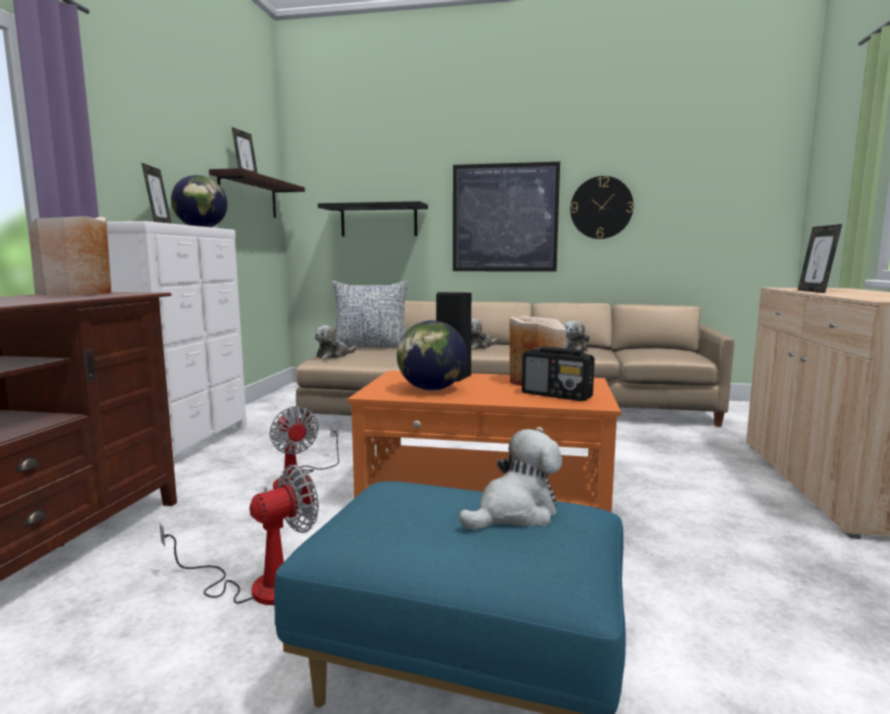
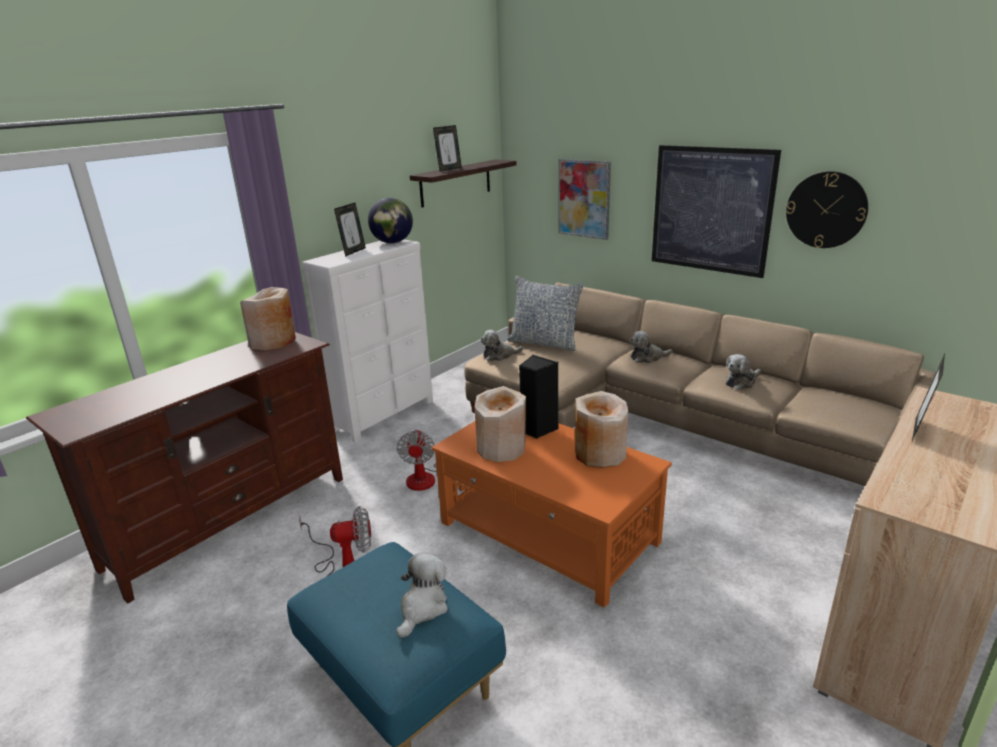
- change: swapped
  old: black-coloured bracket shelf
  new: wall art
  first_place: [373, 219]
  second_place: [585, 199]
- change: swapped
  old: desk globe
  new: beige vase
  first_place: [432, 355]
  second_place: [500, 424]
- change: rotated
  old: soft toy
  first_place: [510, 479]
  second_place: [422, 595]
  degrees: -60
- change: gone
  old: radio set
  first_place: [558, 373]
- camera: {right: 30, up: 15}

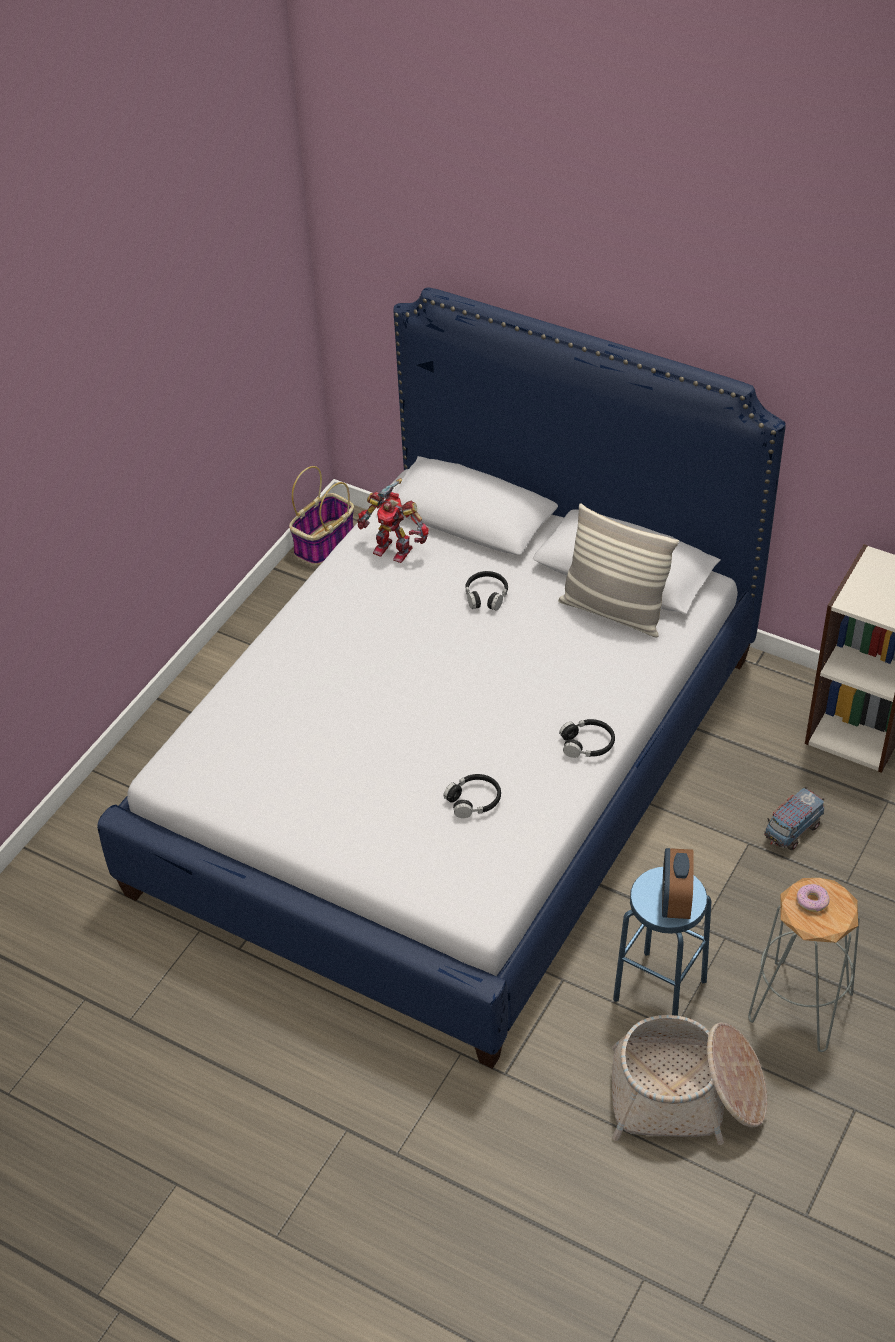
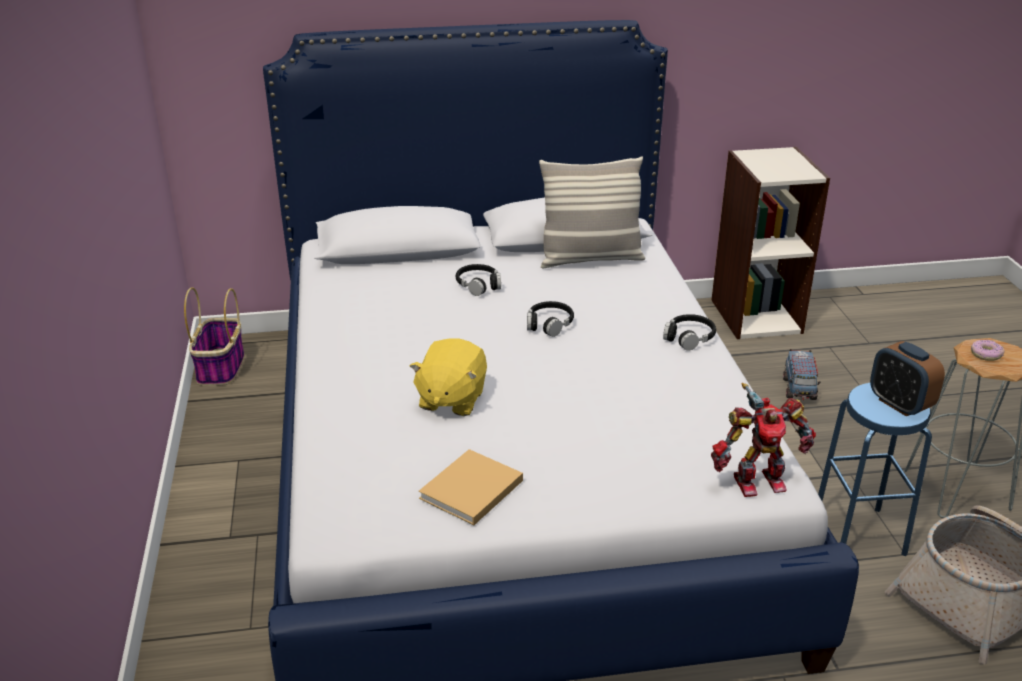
- change: shifted
  old: toy robot
  first_place: [393, 520]
  second_place: [763, 440]
- change: shifted
  old: black-coloured headset
  first_place: [472, 796]
  second_place: [550, 319]
- change: new
  new: yellowish soft toy
  second_place: [448, 377]
- change: new
  new: beige volume
  second_place: [471, 487]
- camera: {right: -40, up: -15}

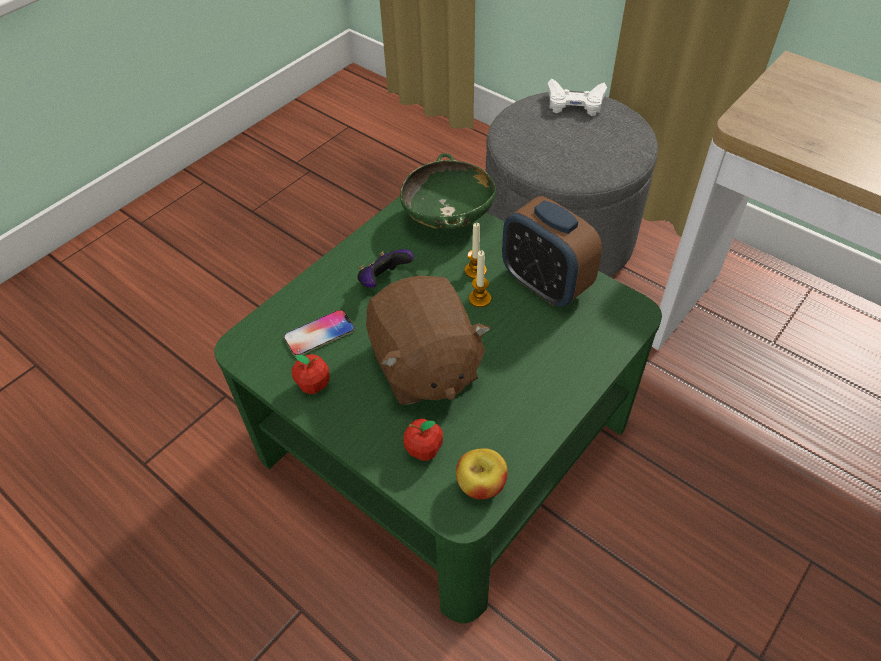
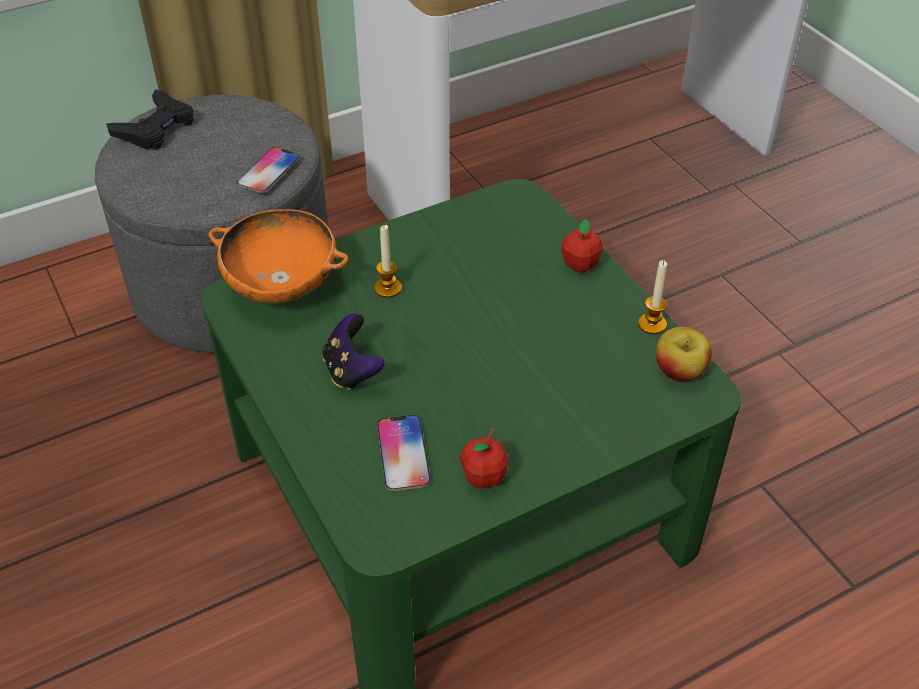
- change: gone
  old: brown-coloured soft toy
  first_place: [428, 340]
- change: repainted
  old: green-coloured serving bowl
  new: orangey serving bowl
  first_place: [448, 191]
  second_place: [278, 256]
- change: shifted
  old: whole apple
  first_place: [423, 440]
  second_place: [582, 246]
- change: shifted
  old: candle
  first_place: [480, 279]
  second_place: [652, 297]
- change: gone
  old: bedside clock
  first_place: [552, 251]
- change: repainted
  old: white joypad
  new: black-coloured joypad
  first_place: [577, 97]
  second_place: [149, 119]
- change: new
  new: telephone
  second_place: [268, 170]
- camera: {right: -70, up: -5}

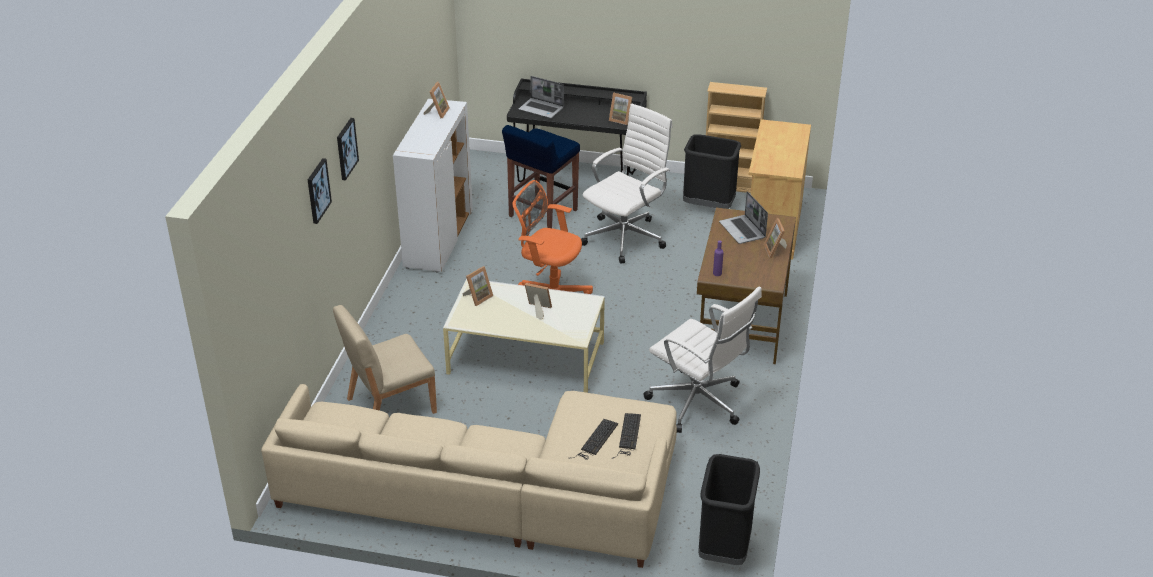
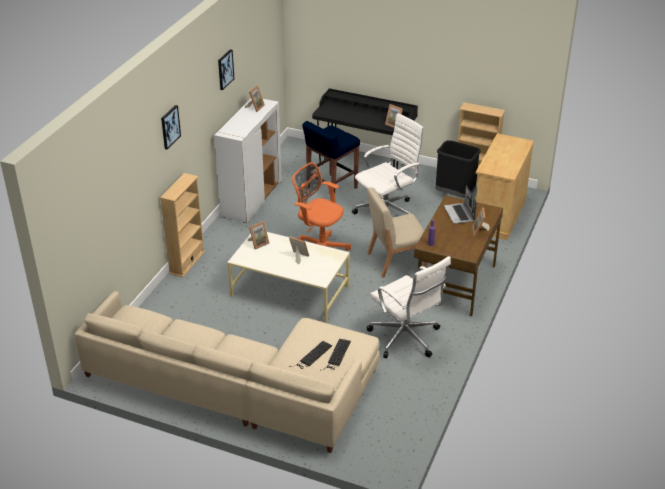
- change: shifted
  old: wall art
  first_place: [320, 191]
  second_place: [226, 69]
- change: shifted
  old: beige plain chair
  first_place: [385, 359]
  second_place: [397, 233]
- change: gone
  old: portable computer
  first_place: [541, 97]
- change: gone
  old: black-coloured rubbish bin
  first_place: [729, 509]
- change: new
  new: beige bookcase
  second_place: [182, 225]
- camera: {right: 10, up: 0}

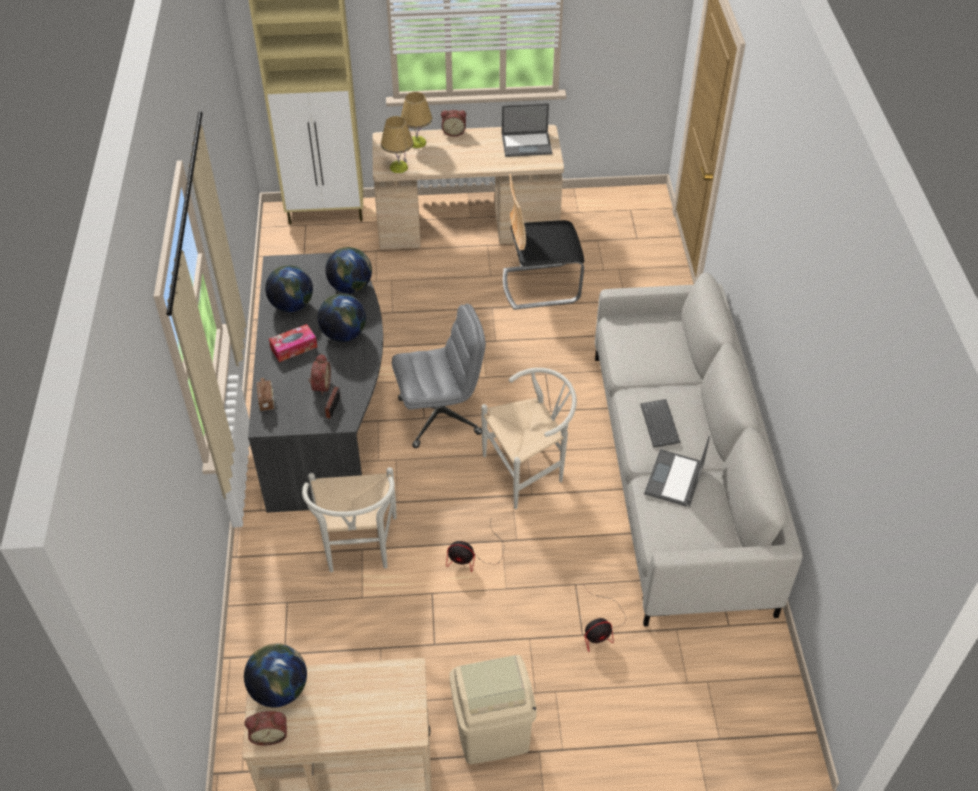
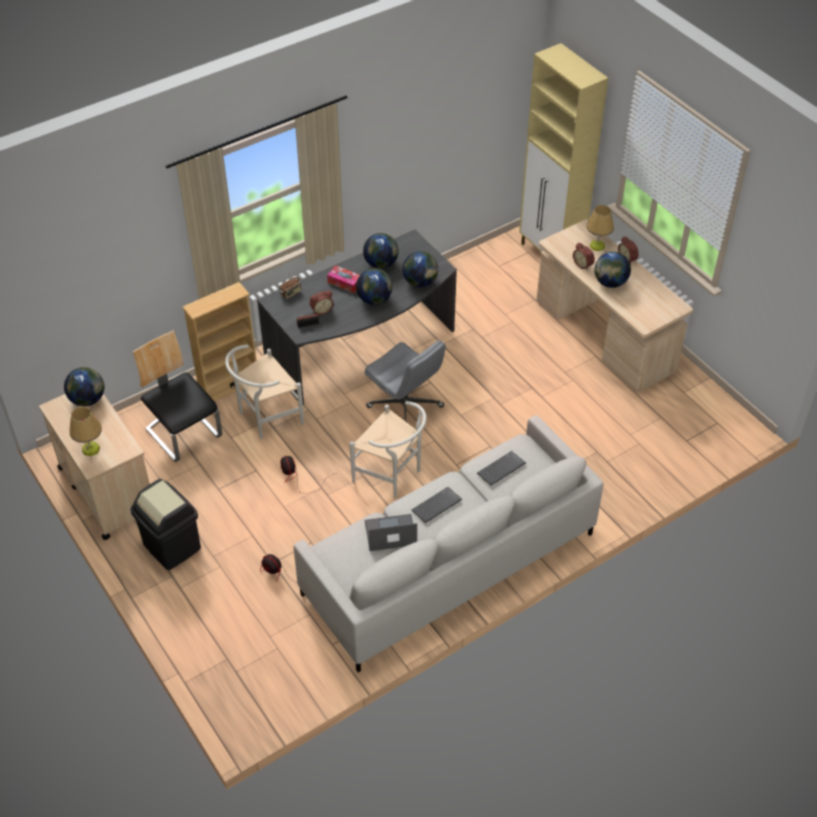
- change: shifted
  old: bedside clock
  first_place: [266, 728]
  second_place: [584, 256]
- change: shifted
  old: table lamp
  first_place: [397, 144]
  second_place: [85, 431]
- change: repainted
  old: beige rubbish bin
  new: black-coloured rubbish bin
  first_place: [493, 709]
  second_place: [165, 524]
- change: gone
  old: portable computer
  first_place: [527, 130]
- change: shifted
  old: plain chair
  first_place: [543, 242]
  second_place: [177, 396]
- change: new
  new: beige bookcase
  second_place: [219, 342]
- change: new
  new: keyboard
  second_place: [501, 468]
- change: new
  new: desk globe
  second_place: [613, 270]
- camera: {right: 60, up: 0}

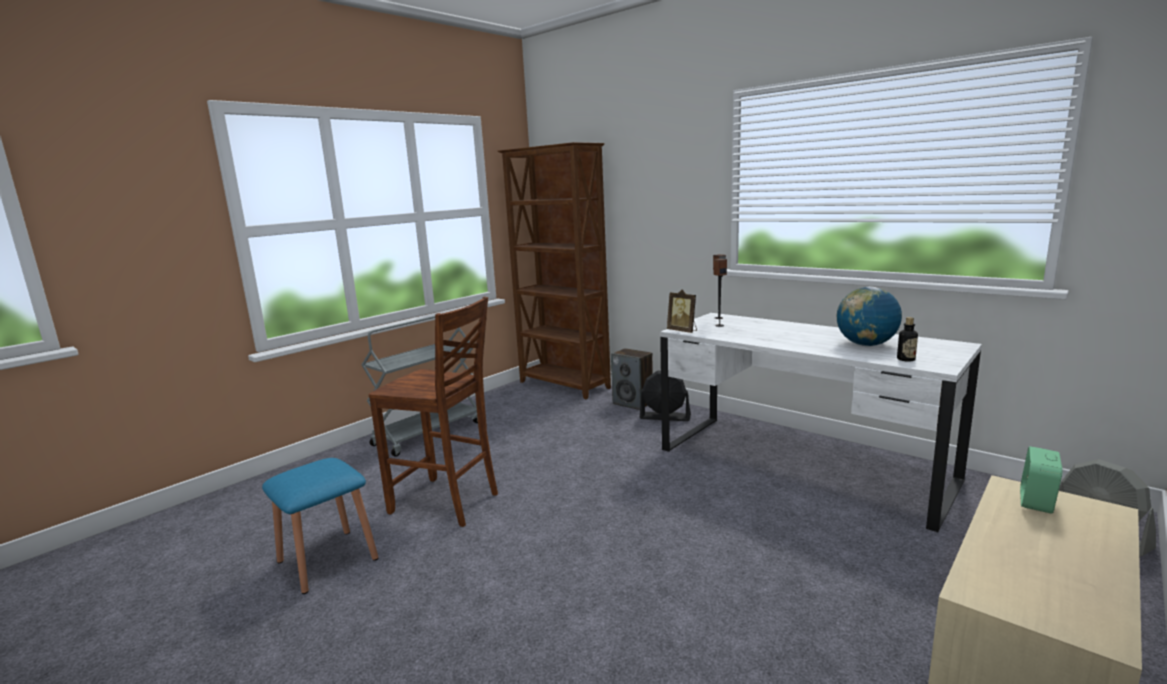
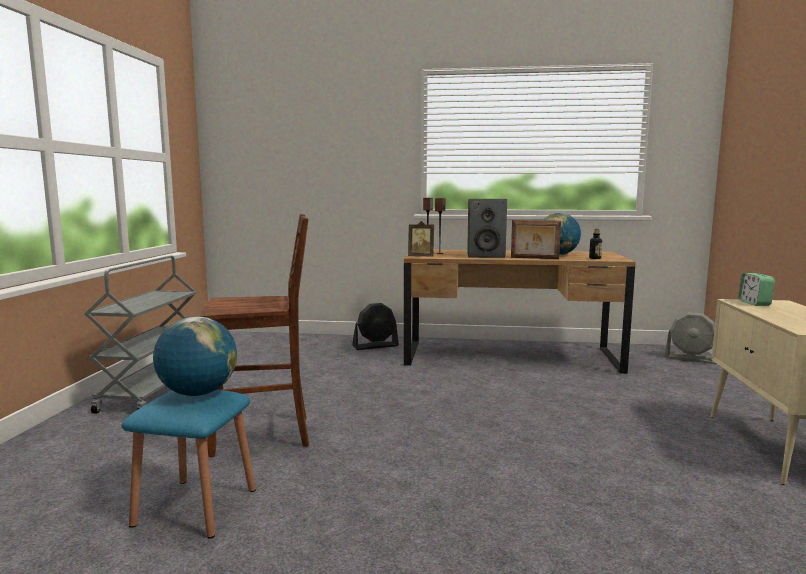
- change: gone
  old: brown-coloured bookcase
  first_place: [554, 270]
- change: shifted
  old: speaker
  first_place: [632, 379]
  second_place: [487, 228]
- change: repainted
  old: white desk table
  new: brown-coloured desk table
  first_place: [821, 422]
  second_place: [520, 312]
- change: new
  new: desk globe
  second_place: [195, 356]
- change: new
  new: standing frame
  second_place: [536, 239]
- camera: {right: -35, up: -5}

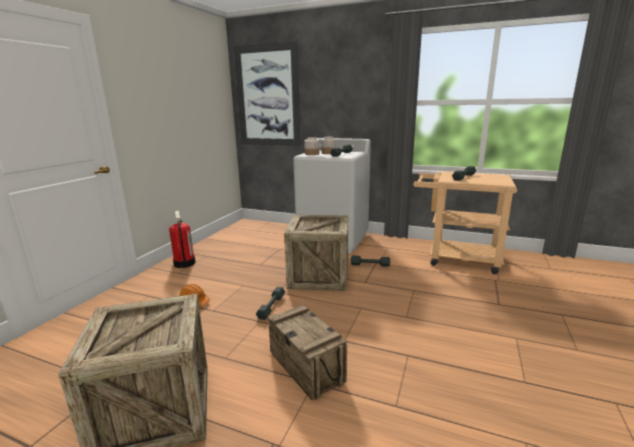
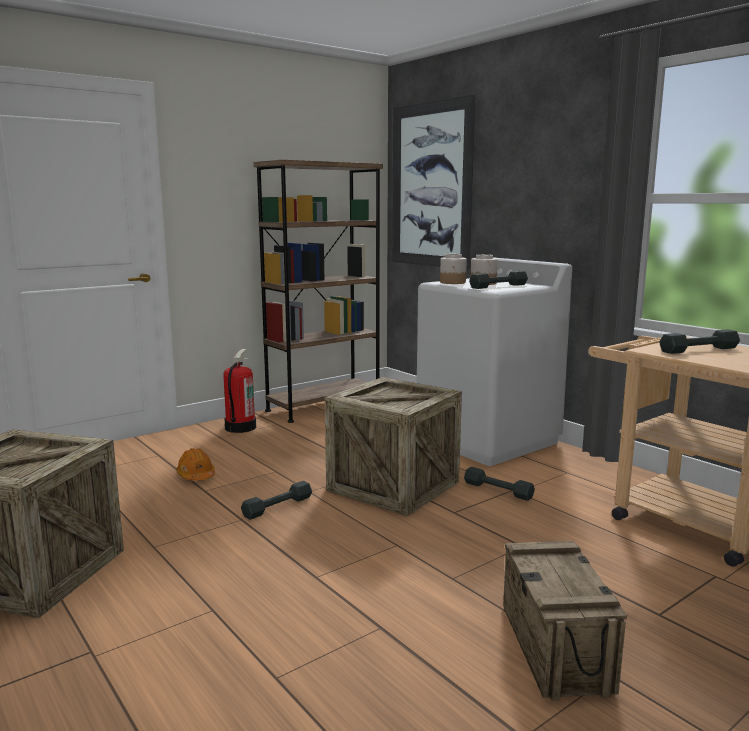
- change: shifted
  old: packing crate
  first_place: [307, 352]
  second_place: [565, 621]
- change: new
  new: brown-coloured bookcase
  second_place: [318, 291]
- camera: {right: 30, up: -5}

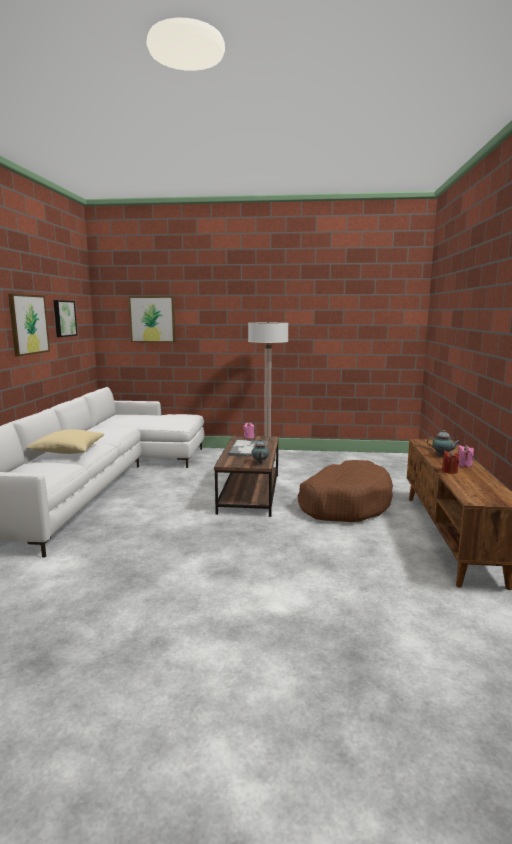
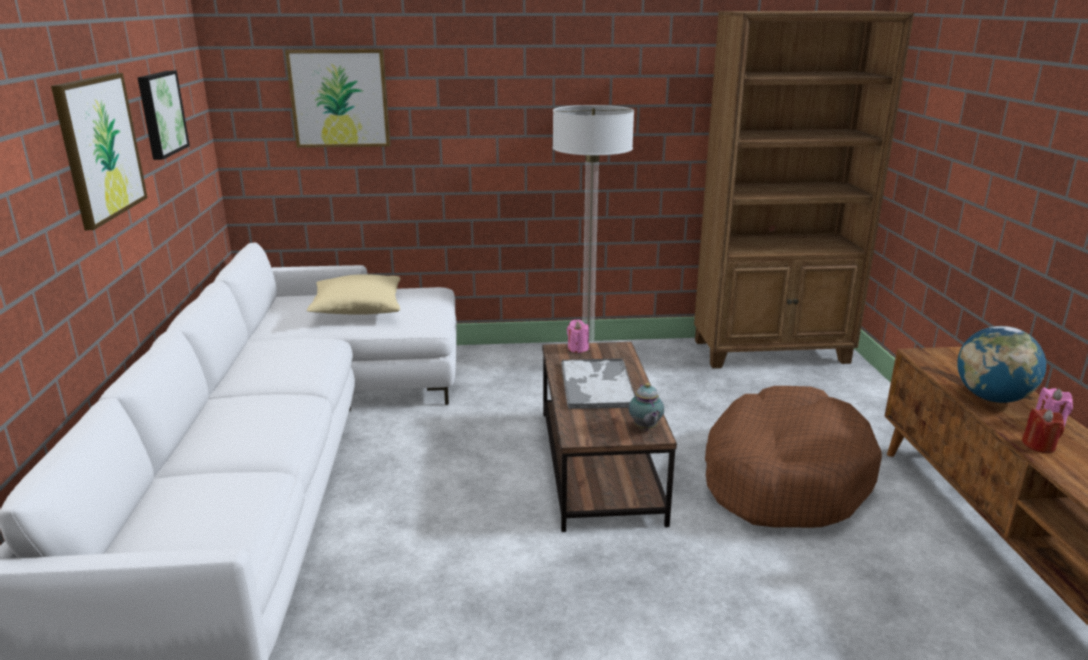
- change: shifted
  old: beige throw pillow
  first_place: [65, 441]
  second_place: [353, 294]
- change: swapped
  old: teapot
  new: desk globe
  first_place: [444, 443]
  second_place: [1001, 364]
- change: new
  new: brown-coloured bookcase
  second_place: [804, 189]
- camera: {right: -10, up: 10}

